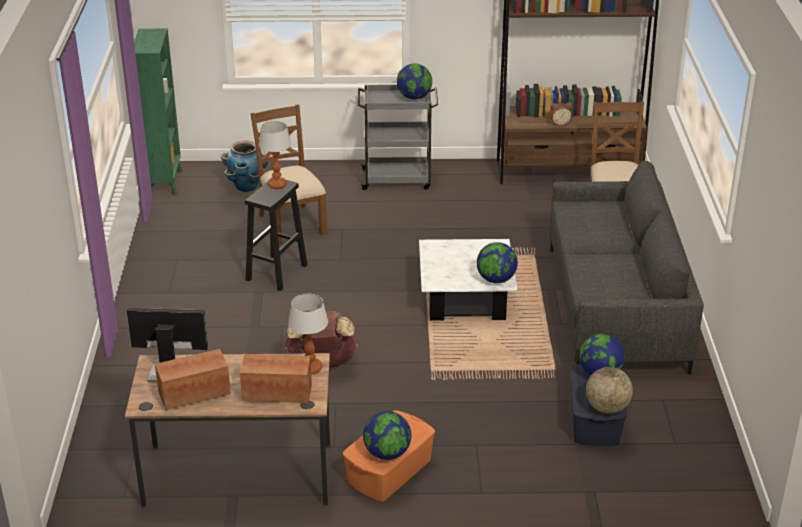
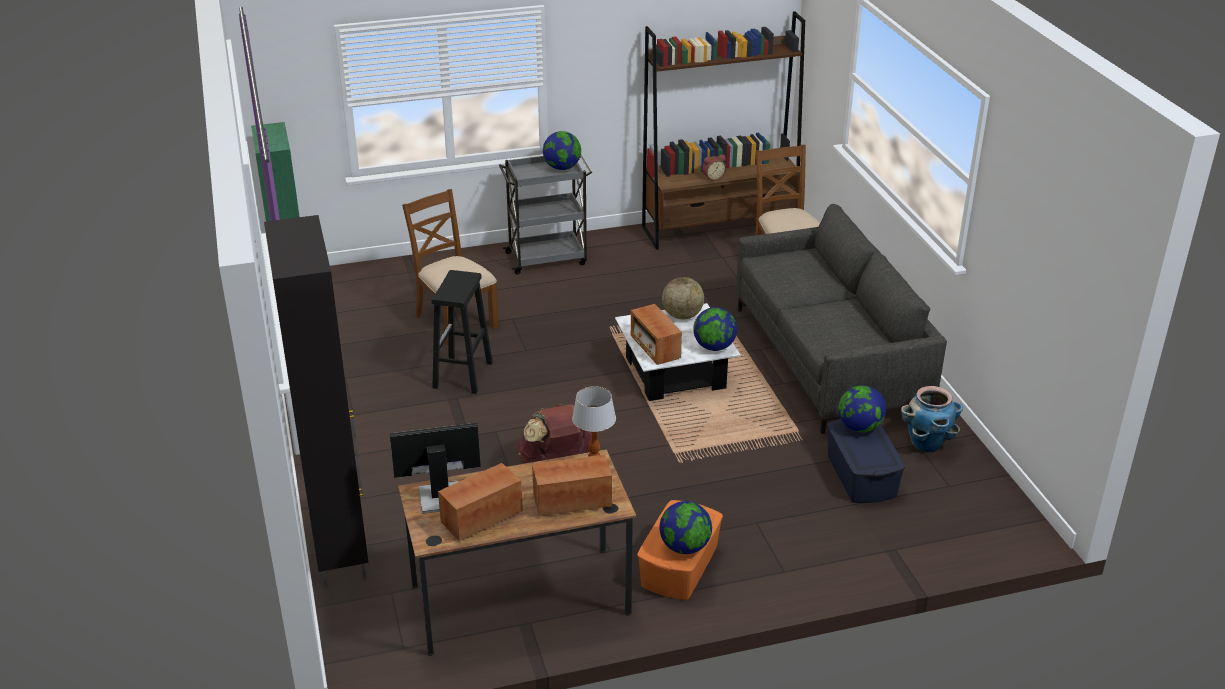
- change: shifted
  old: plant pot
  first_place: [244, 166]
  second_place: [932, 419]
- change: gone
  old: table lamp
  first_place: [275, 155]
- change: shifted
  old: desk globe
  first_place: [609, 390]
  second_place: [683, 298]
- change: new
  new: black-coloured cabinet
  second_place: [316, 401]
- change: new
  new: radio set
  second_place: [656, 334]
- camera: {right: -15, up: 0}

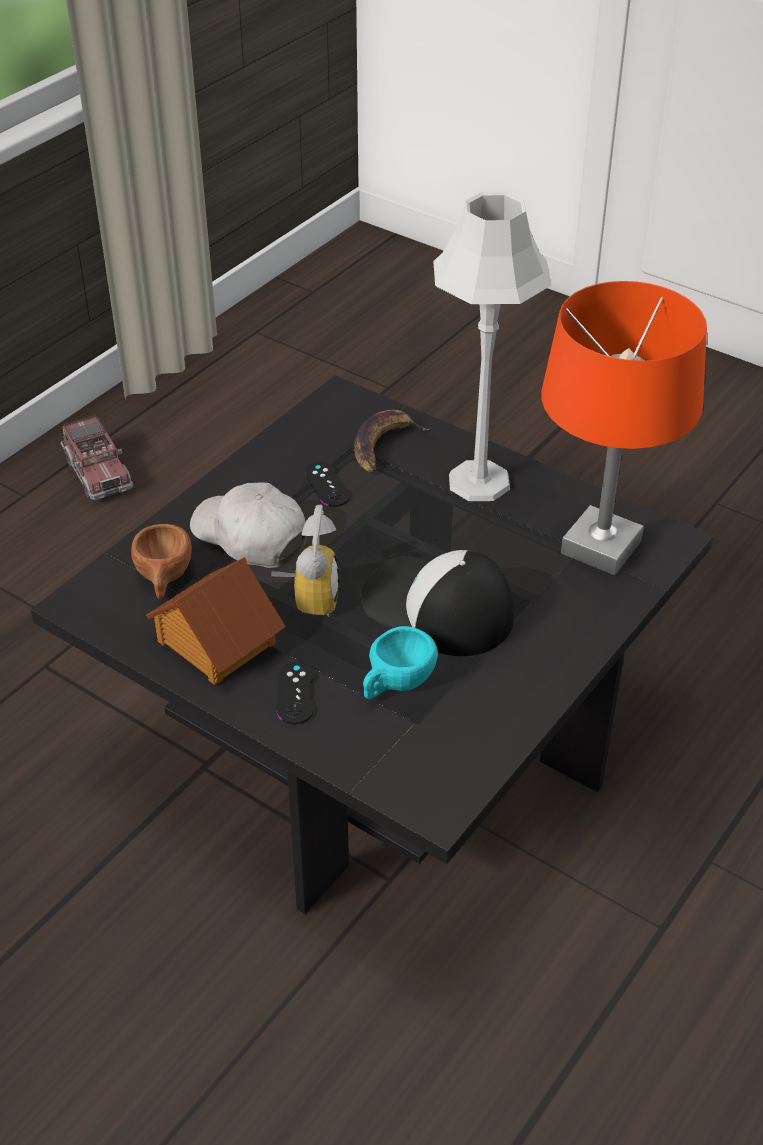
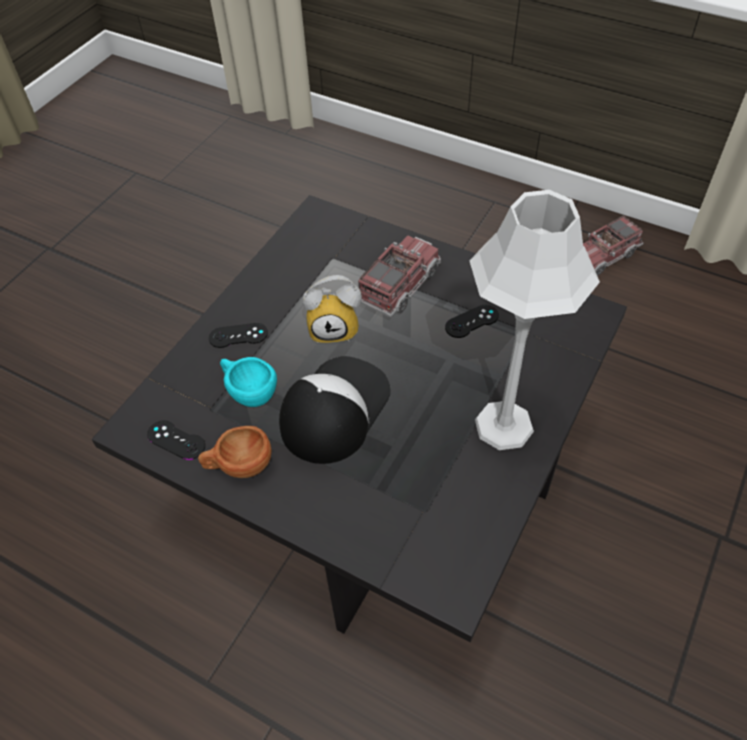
- change: shifted
  old: brown-coloured drinking cup
  first_place: [161, 561]
  second_place: [235, 452]
- change: gone
  old: miniature house
  first_place: [216, 621]
- change: swapped
  old: white cap
  new: model truck
  first_place: [248, 525]
  second_place: [399, 276]
- change: gone
  old: banana fruit
  first_place: [392, 441]
- change: gone
  old: orangey table lamp
  first_place: [624, 428]
- change: new
  new: black-coloured joypad
  second_place: [176, 440]
- camera: {right: 85, up: 10}

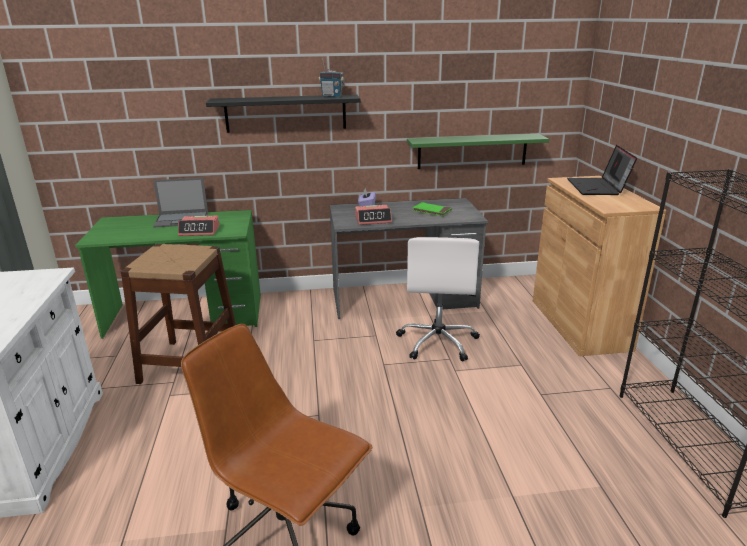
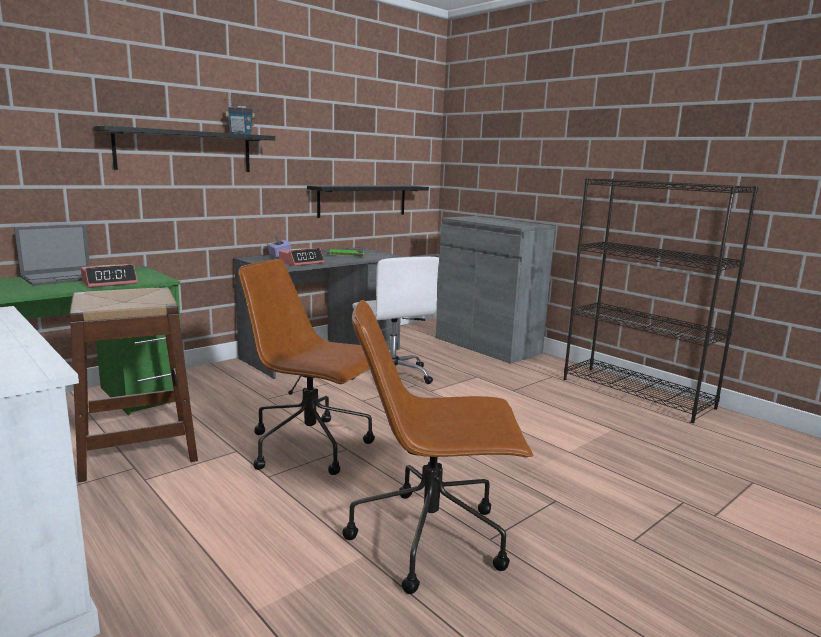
- change: repainted
  old: green-coloured bracket shelf
  new: black-coloured bracket shelf
  first_place: [478, 151]
  second_place: [368, 201]
- change: repainted
  old: brown-coloured cabinet
  new: grey cabinet
  first_place: [599, 266]
  second_place: [495, 290]
- change: gone
  old: portable computer
  first_place: [602, 170]
- change: new
  new: brown-coloured desk chair
  second_place: [306, 367]
- camera: {right: -35, up: -10}

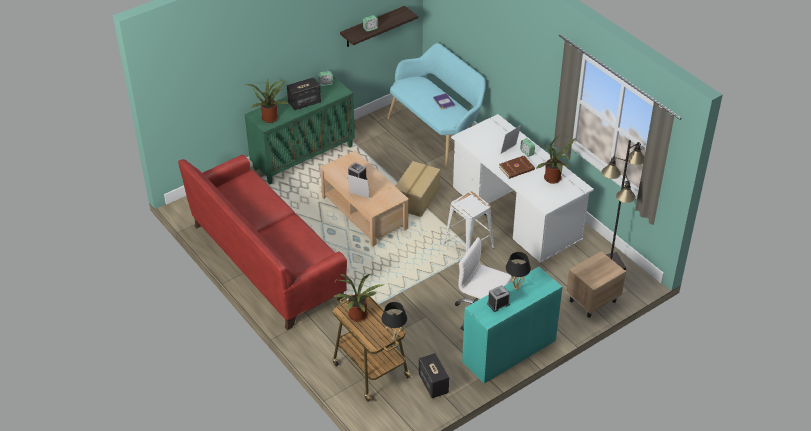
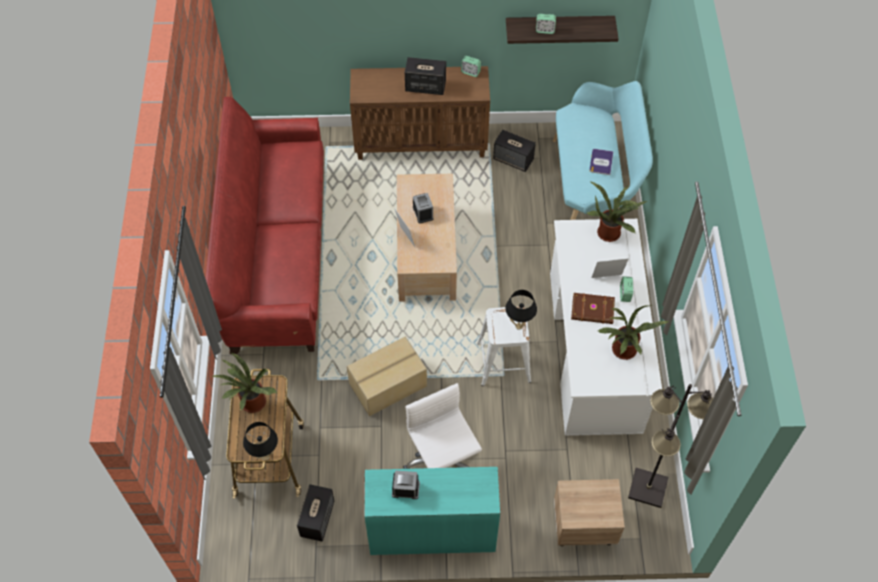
- change: shifted
  old: potted plant
  first_place: [266, 101]
  second_place: [617, 212]
- change: repainted
  old: green-coloured cabinet
  new: brown-coloured cabinet
  first_place: [300, 130]
  second_place: [420, 113]
- change: shifted
  old: carton
  first_place: [417, 189]
  second_place: [387, 376]
- change: shifted
  old: black-coloured table lamp
  first_place: [518, 271]
  second_place: [521, 310]
- change: new
  new: speaker
  second_place: [514, 151]
- camera: {right: 35, up: 15}

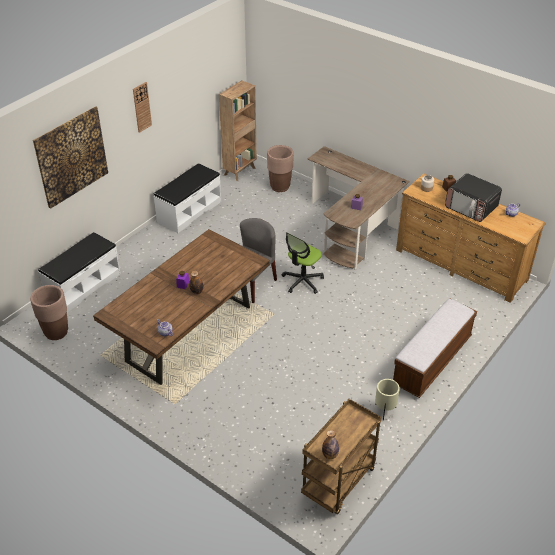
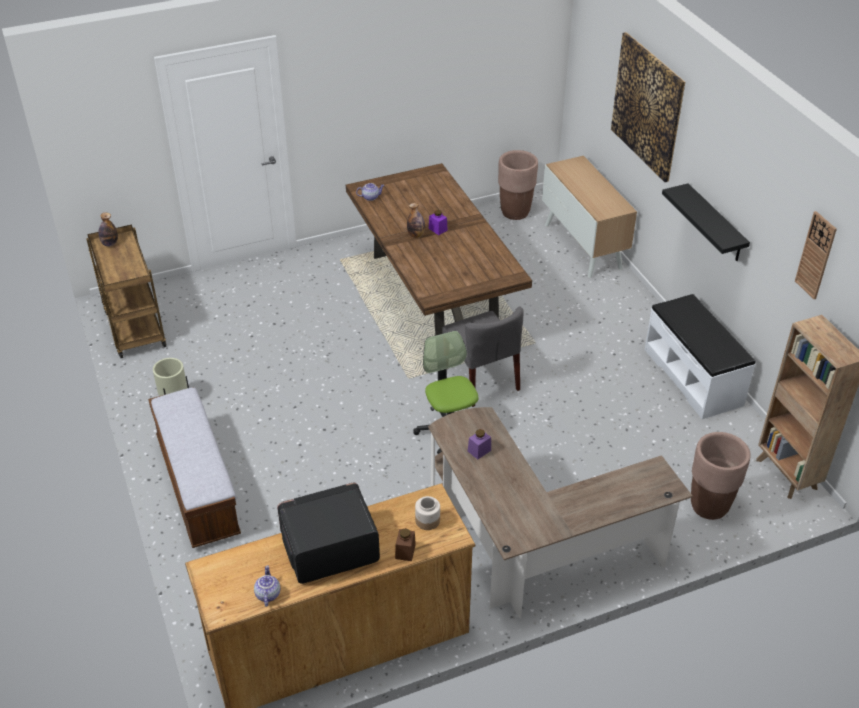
- change: swapped
  old: white bench
  new: cabinet
  first_place: [79, 272]
  second_place: [589, 217]
- change: shifted
  old: hanging clock
  first_place: [142, 107]
  second_place: [816, 255]
- change: new
  new: black-coloured bracket shelf
  second_place: [706, 222]
- camera: {right: 120, up: 0}

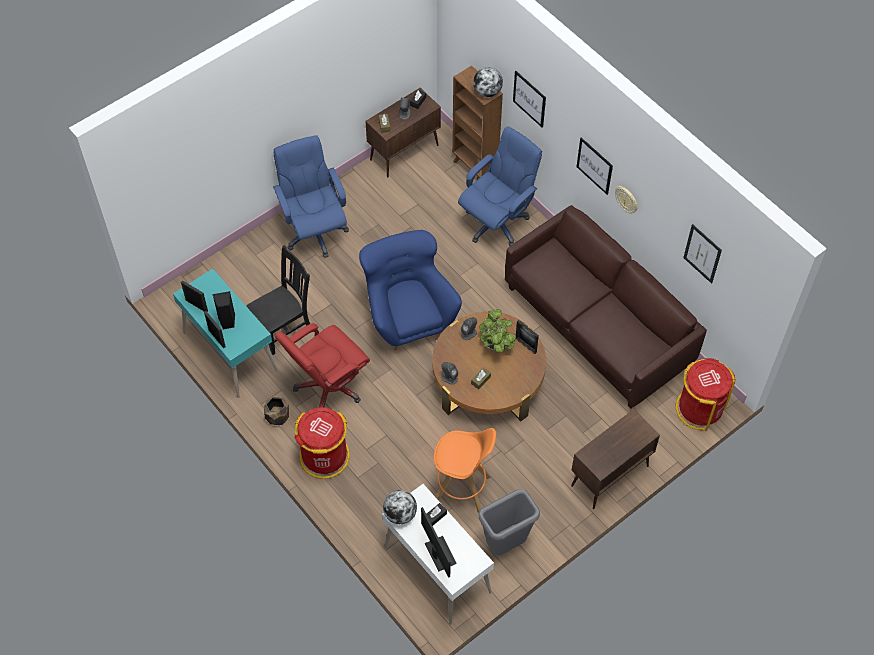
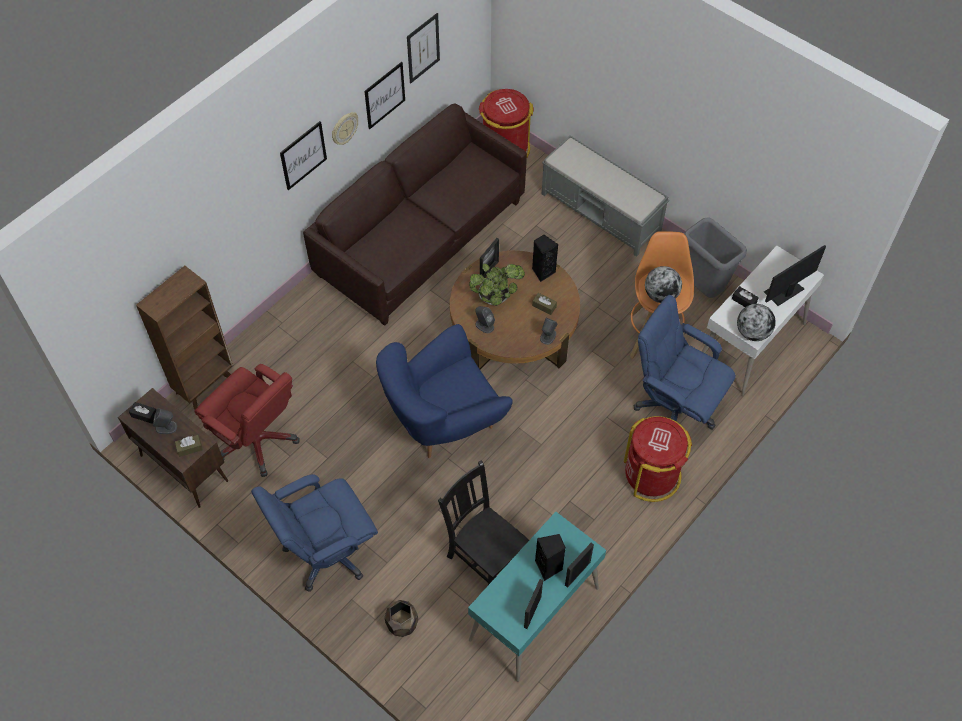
- change: shifted
  old: brown-coloured plant pot
  first_place: [276, 411]
  second_place: [401, 618]
- change: shifted
  old: red desk chair
  first_place: [322, 365]
  second_place: [247, 420]
- change: shifted
  old: bluish desk chair
  first_place: [500, 186]
  second_place: [684, 362]
- change: shifted
  old: desk globe
  first_place: [488, 82]
  second_place: [663, 284]
- change: shifted
  old: wall art
  first_place: [529, 99]
  second_place: [384, 95]
- change: swapped
  old: brown-coloured cabinet
  new: grey bench
  first_place: [615, 459]
  second_place: [605, 196]
- change: new
  new: black-coloured speaker
  second_place: [545, 258]
- camera: {right: -100, up: 0}

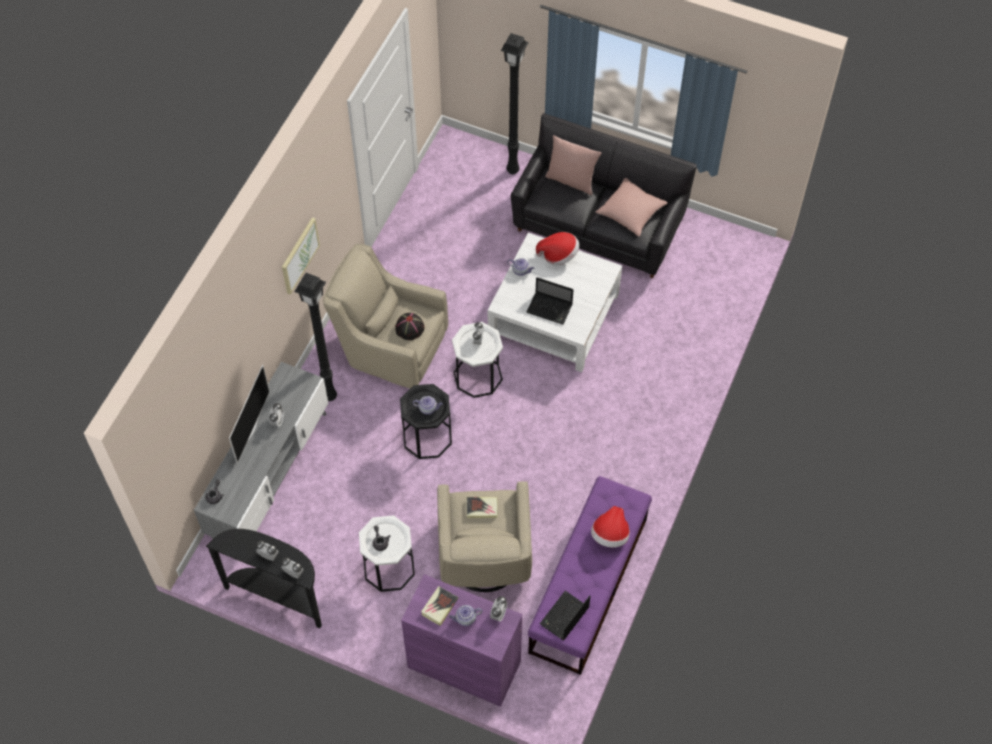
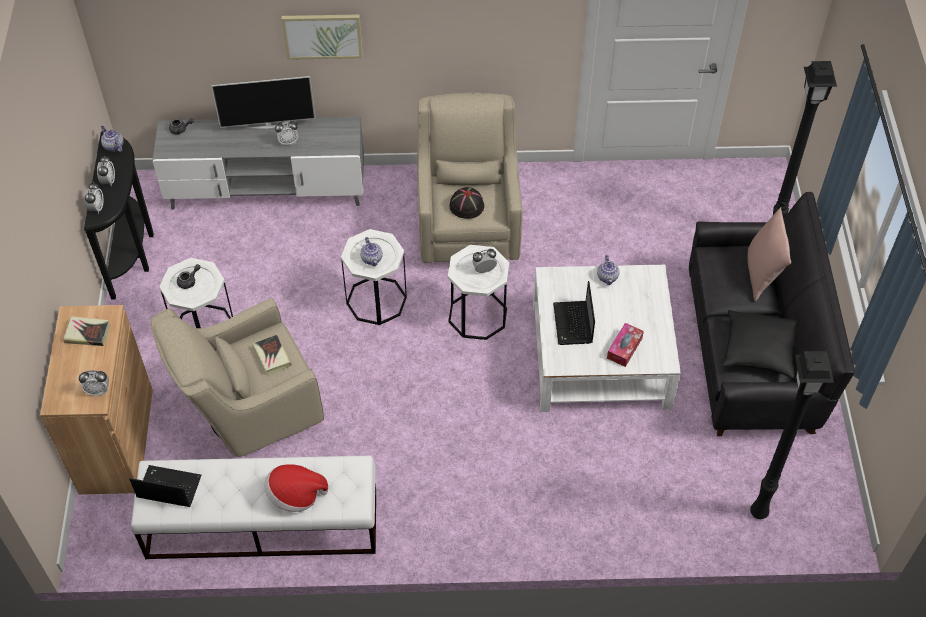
- change: shifted
  old: wall art
  first_place: [301, 256]
  second_place: [322, 37]
- change: shifted
  old: black-coloured standard lamp
  first_place: [315, 337]
  second_place: [792, 435]
- change: repainted
  old: black-coloured side table
  new: white side table
  first_place: [426, 421]
  second_place: [374, 277]
- change: repainted
  old: purple cabinet
  new: brown-coloured cabinet
  first_place: [462, 640]
  second_place: [96, 400]
- change: shifted
  old: teapot
  first_place: [466, 615]
  second_place: [112, 139]
- change: repainted
  old: purple bench
  new: white bench
  first_place: [590, 575]
  second_place: [253, 507]
- change: gone
  old: hat
  first_place: [557, 248]
- change: repainted
  old: pink throw pillow
  new: black-coloured throw pillow
  first_place: [632, 207]
  second_place: [760, 344]
- change: new
  new: tissue box
  second_place: [625, 345]
- camera: {right: 65, up: -5}

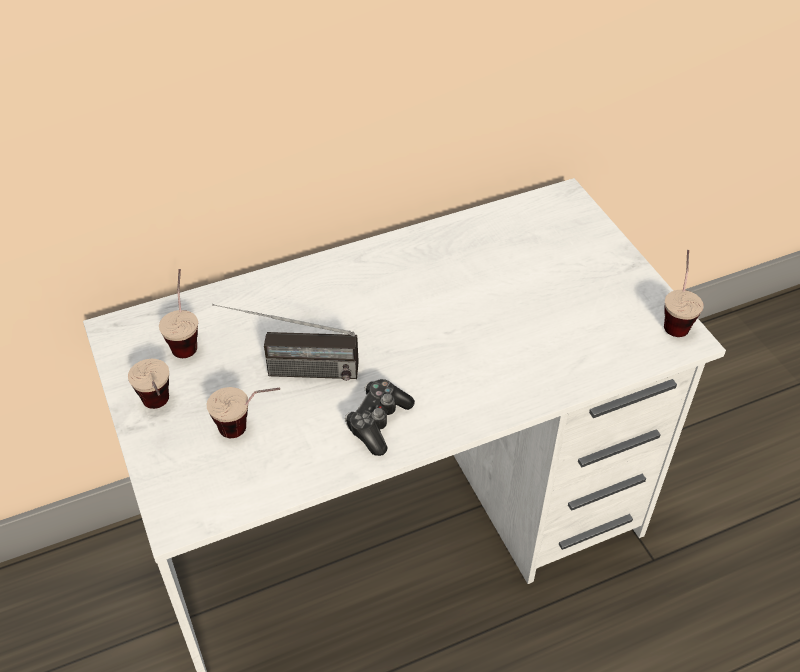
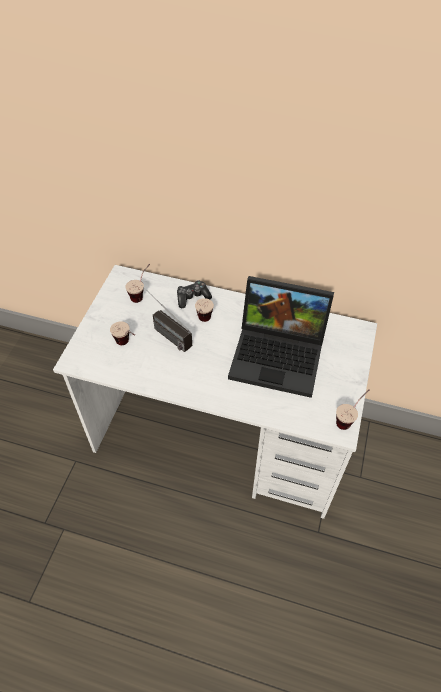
- change: shifted
  old: drinking cup
  first_place: [148, 384]
  second_place: [204, 310]
- change: shifted
  old: joypad
  first_place: [380, 417]
  second_place: [194, 294]
- change: new
  new: portable computer
  second_place: [281, 337]
- camera: {right: 40, up: 5}

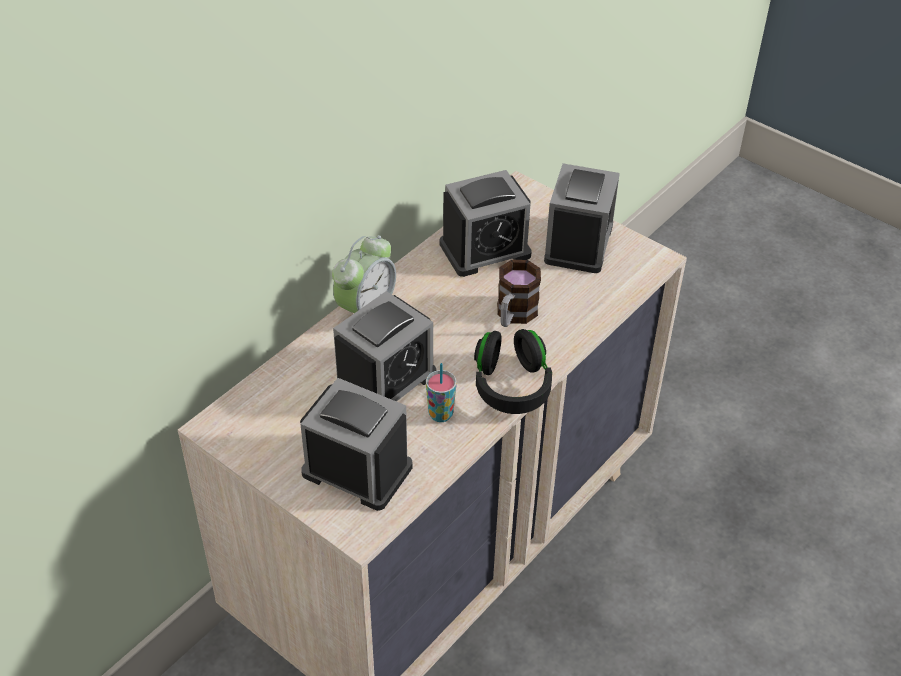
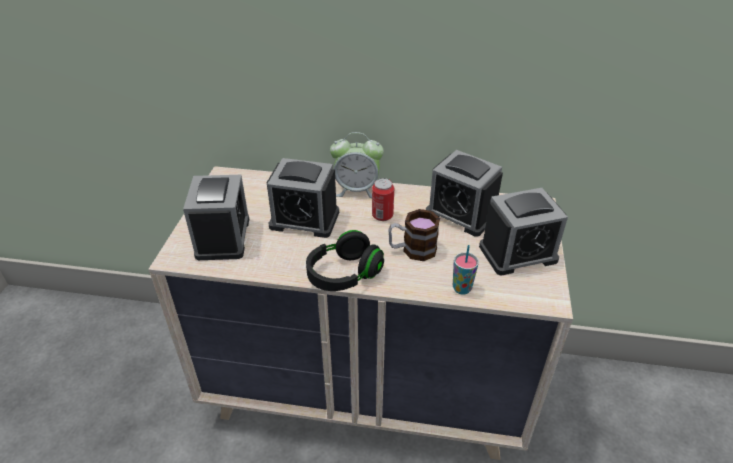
- change: shifted
  old: drinking cup
  first_place: [441, 392]
  second_place: [466, 270]
- change: new
  new: can
  second_place: [383, 199]
- camera: {right: 60, up: -5}

